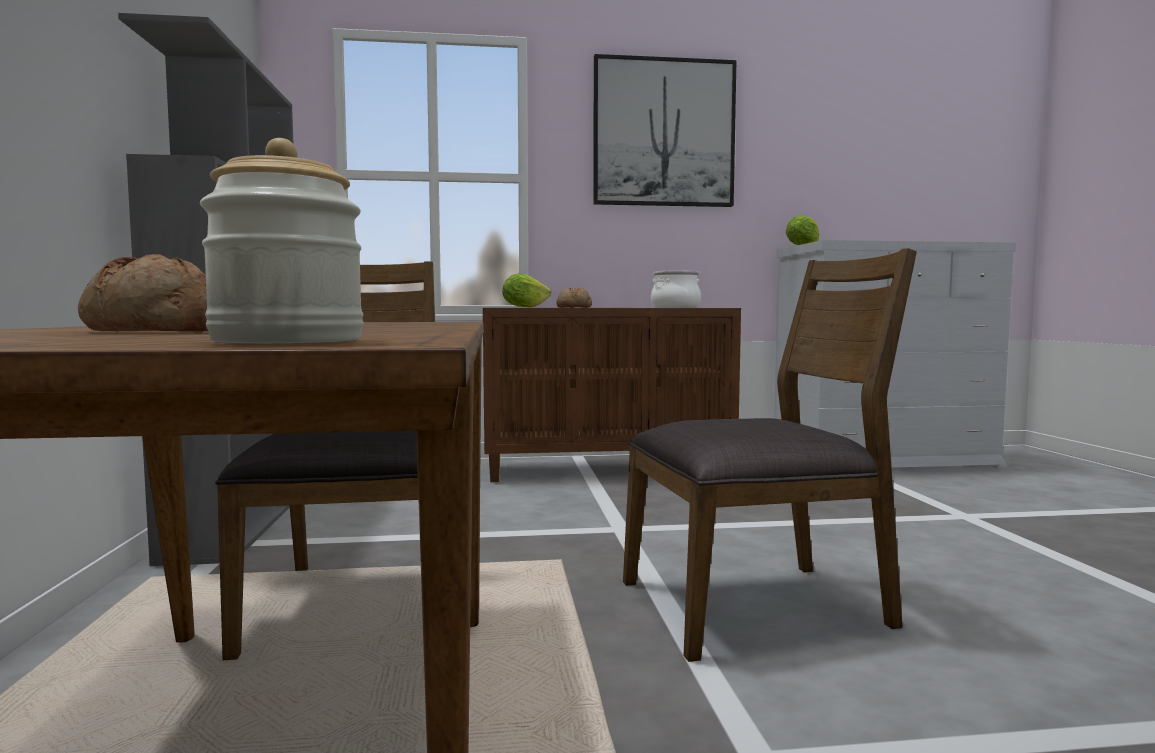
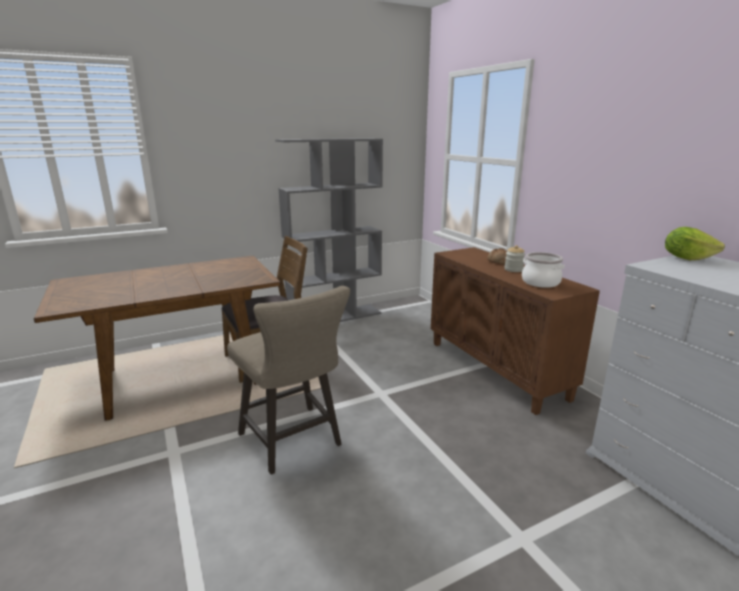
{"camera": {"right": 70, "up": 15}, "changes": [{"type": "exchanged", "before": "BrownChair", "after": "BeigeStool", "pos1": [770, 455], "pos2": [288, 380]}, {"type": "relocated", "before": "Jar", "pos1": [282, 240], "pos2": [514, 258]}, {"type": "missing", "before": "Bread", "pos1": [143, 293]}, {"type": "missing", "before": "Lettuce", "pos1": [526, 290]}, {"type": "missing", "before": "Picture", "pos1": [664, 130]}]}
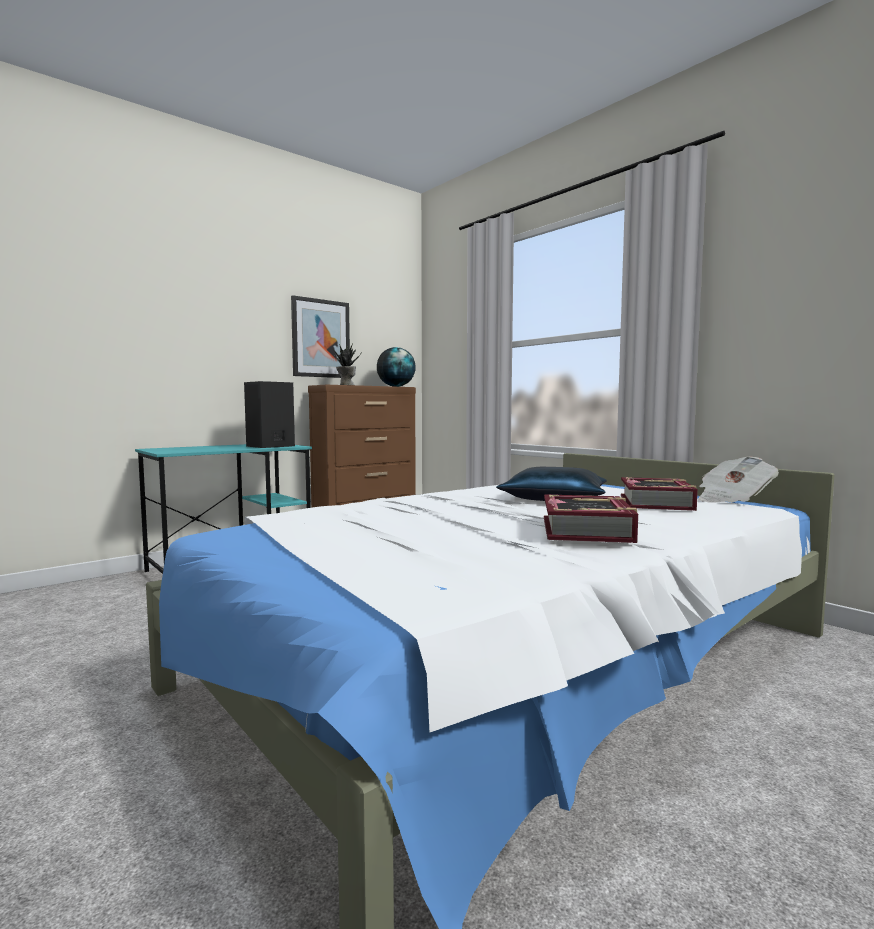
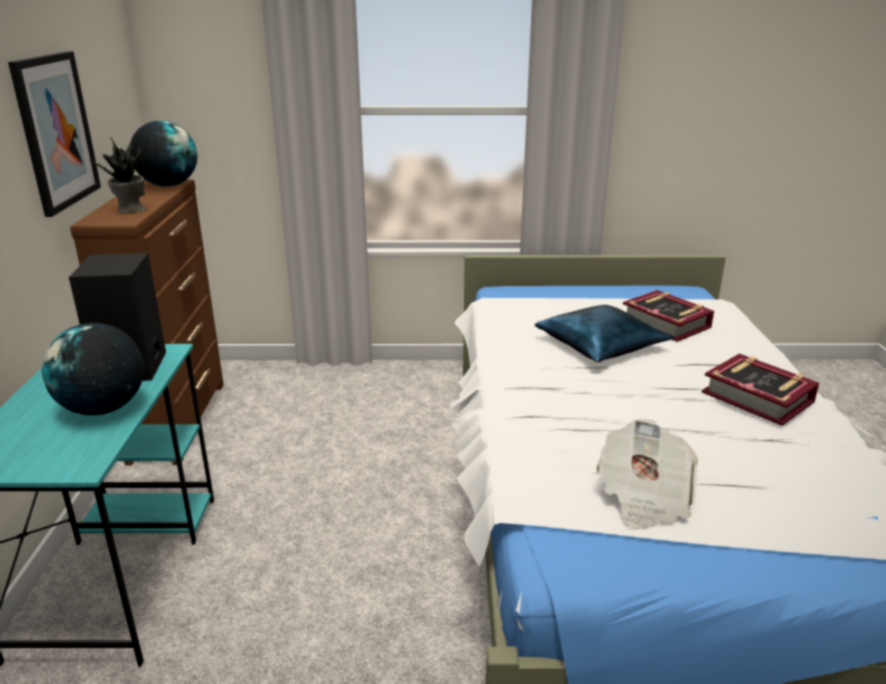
{"camera": {"right": -50, "up": 20}, "changes": [{"type": "appeared", "after": "Globe", "pos2": [93, 369]}, {"type": "relocated", "before": "Newspaper", "pos1": [739, 480], "pos2": [647, 474]}]}
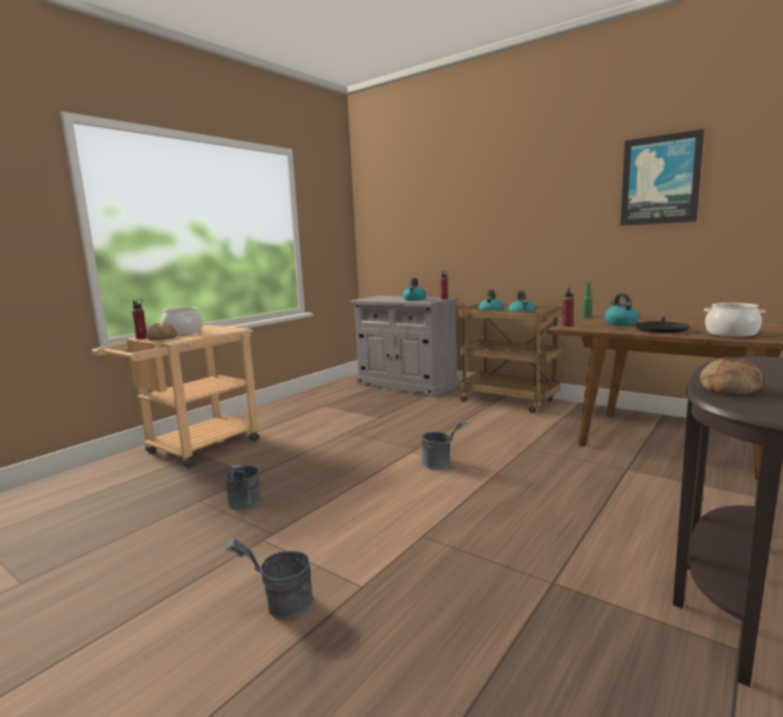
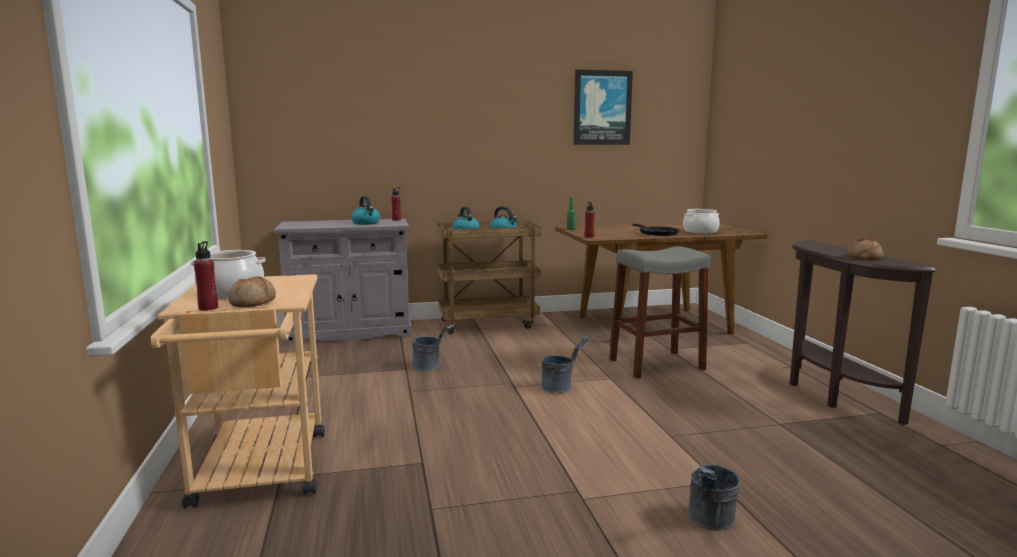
{"camera": {"right": -50, "up": 0}, "changes": [{"type": "relocated", "before": "GreyBucket", "pos1": [242, 487], "pos2": [433, 348]}, {"type": "appeared", "after": "GreyStool", "pos2": [660, 312]}, {"type": "missing", "before": "Kettle", "pos1": [621, 309]}]}
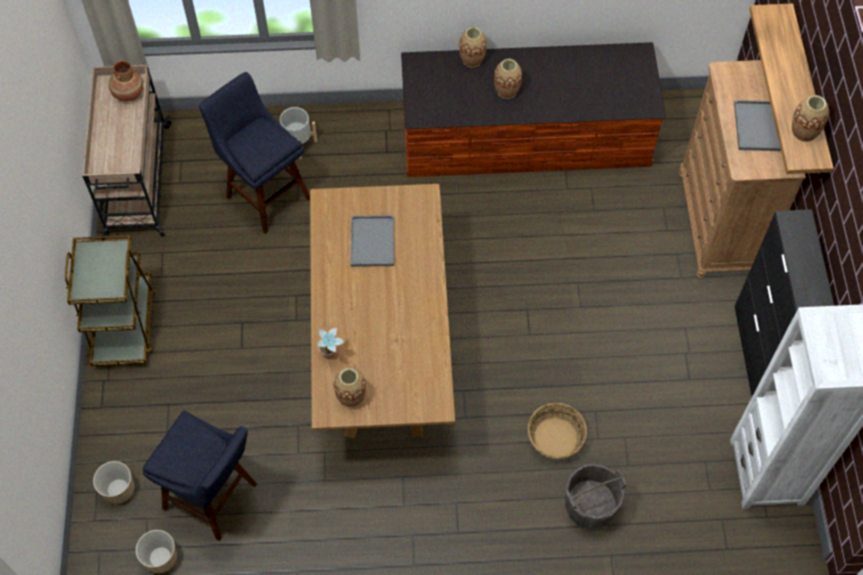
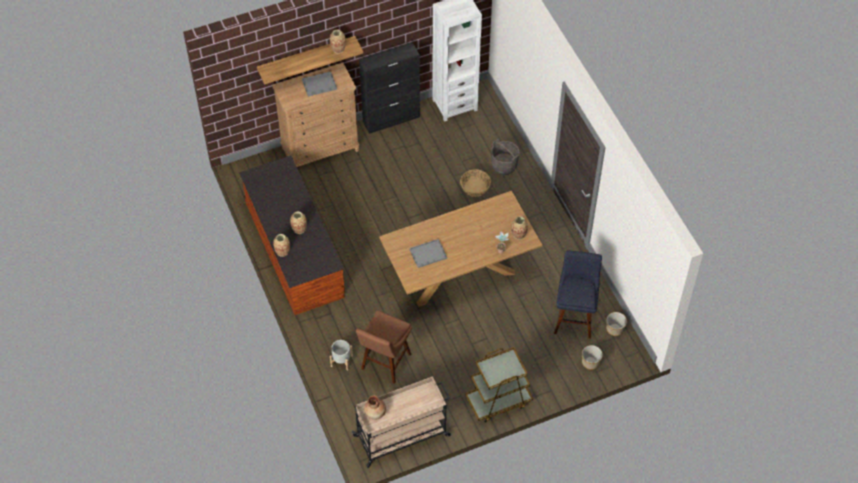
{"camera": {"right": -110, "up": -5}, "changes": [{"type": "colour", "before": "BlueStool", "after": "BrownStool", "pos1": [254, 153], "pos2": [384, 347]}]}
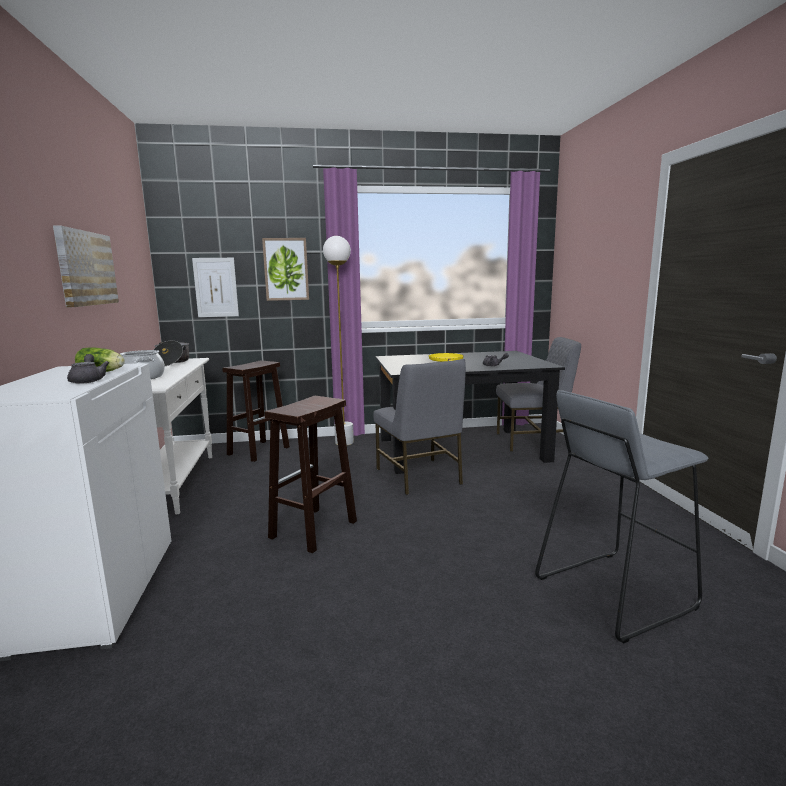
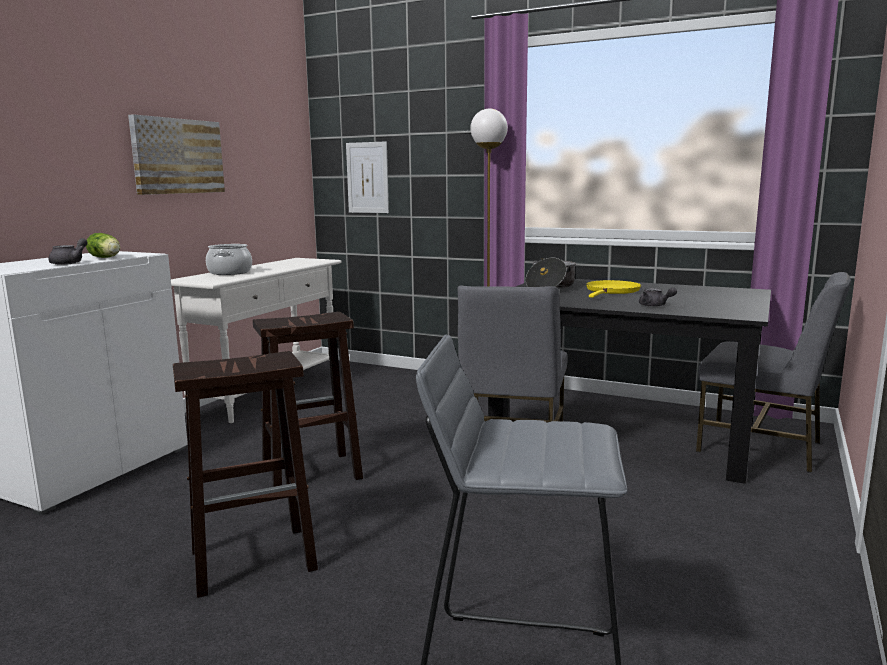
{"camera": {"right": 35, "up": 0}, "changes": [{"type": "relocated", "before": "BrownStool", "pos1": [256, 411], "pos2": [245, 474]}, {"type": "relocated", "before": "CookingPot", "pos1": [171, 353], "pos2": [550, 273]}, {"type": "missing", "before": "Picture", "pos1": [285, 269]}]}
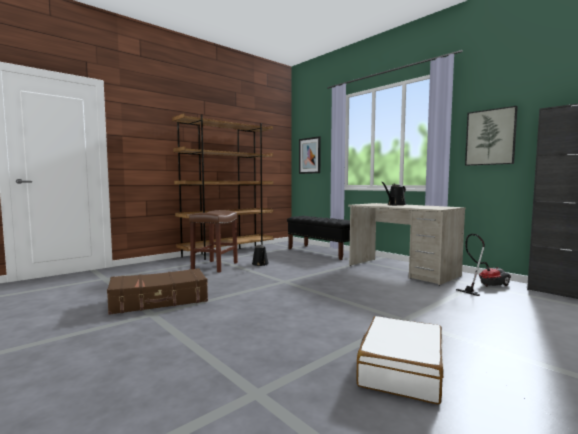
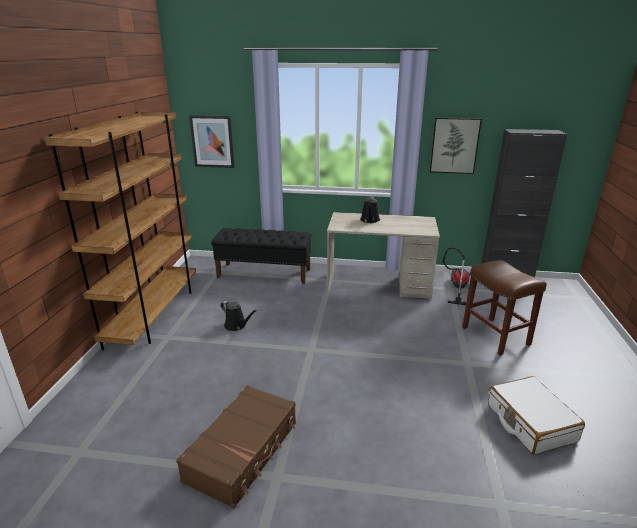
{"camera": {"right": -40, "up": 20}, "changes": [{"type": "relocated", "before": "BrownStool", "pos1": [213, 241], "pos2": [504, 308]}]}
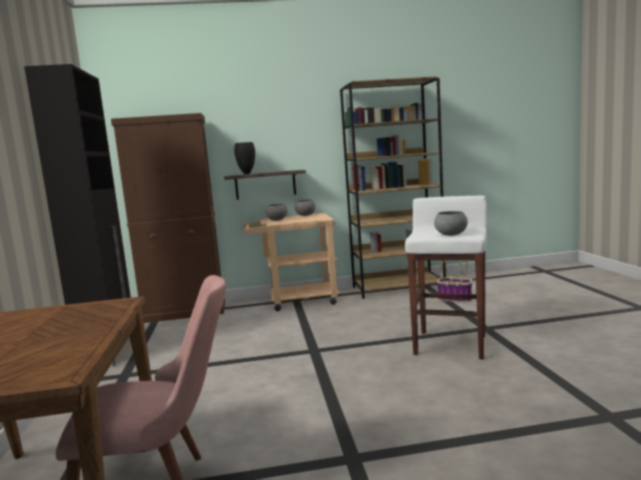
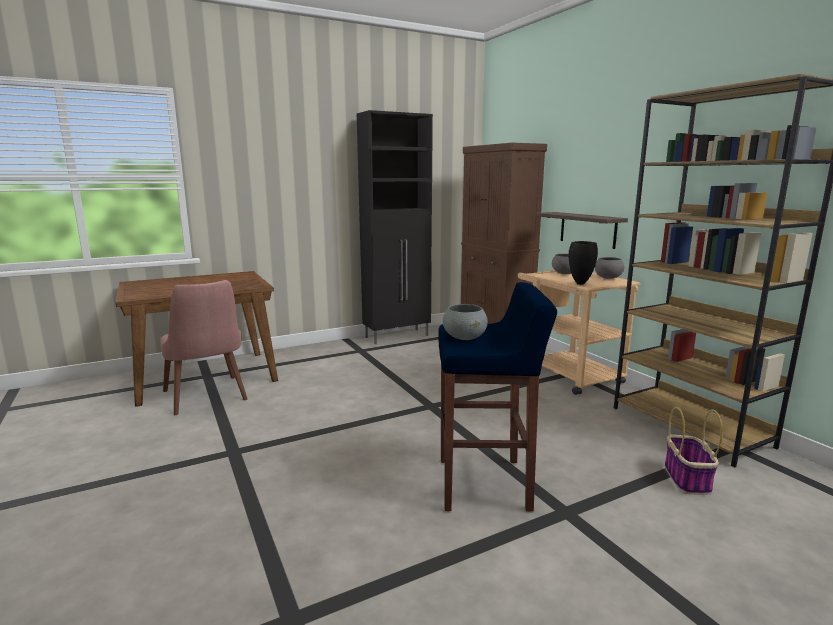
{"camera": {"right": 70, "up": 5}, "changes": [{"type": "colour", "before": "WhiteStool", "after": "BlueStool", "pos1": [446, 277], "pos2": [498, 397]}, {"type": "relocated", "before": "BlackVase", "pos1": [244, 158], "pos2": [583, 263]}]}
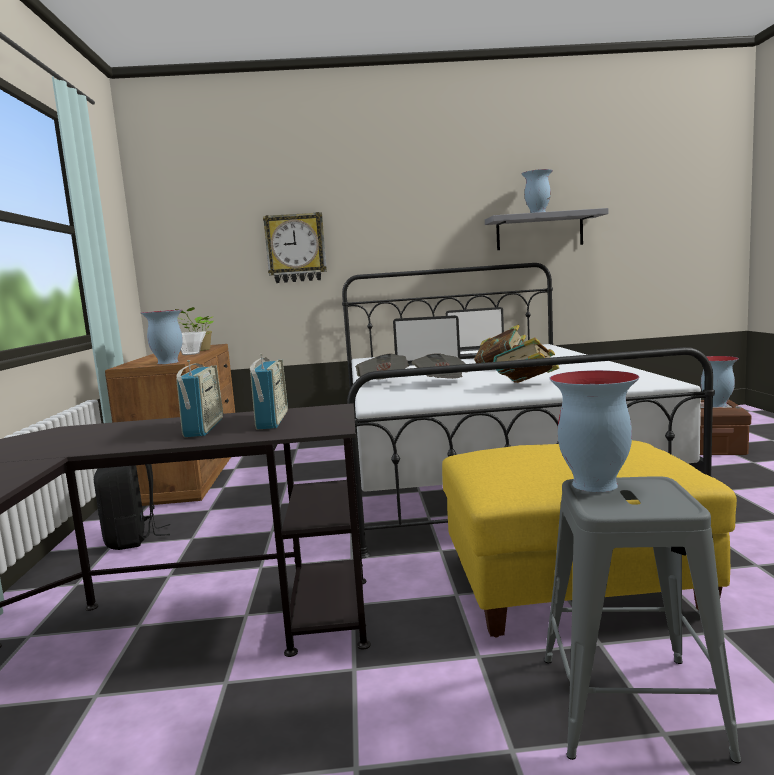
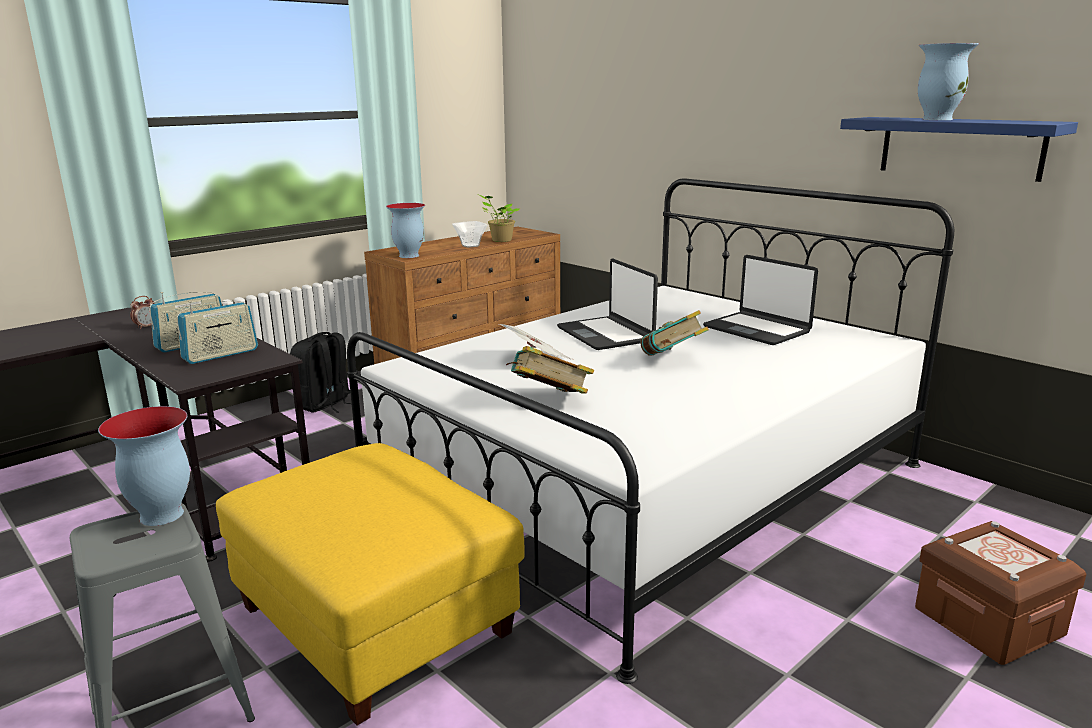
{"camera": {"right": 50, "up": 10}, "changes": [{"type": "appeared", "after": "AlarmClock", "pos2": [142, 312]}, {"type": "colour", "before": "GreyShelf", "after": "BlueShelf", "pos1": [546, 229], "pos2": [959, 149]}, {"type": "missing", "before": "WallClock", "pos1": [295, 247]}, {"type": "missing", "before": "Newspaper", "pos1": [382, 367]}, {"type": "missing", "before": "Vase", "pos1": [720, 381]}]}
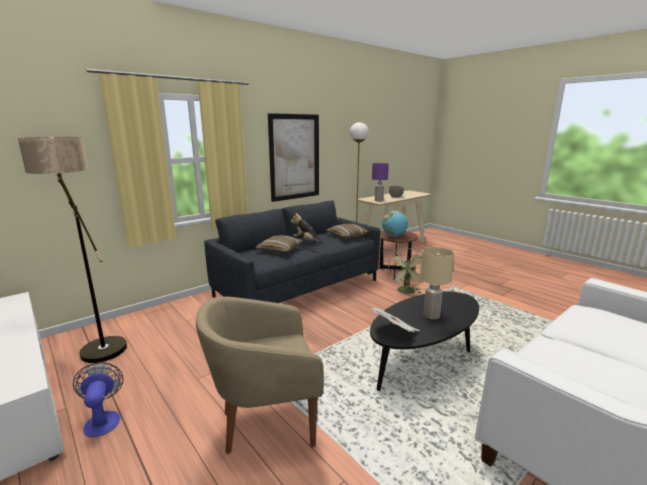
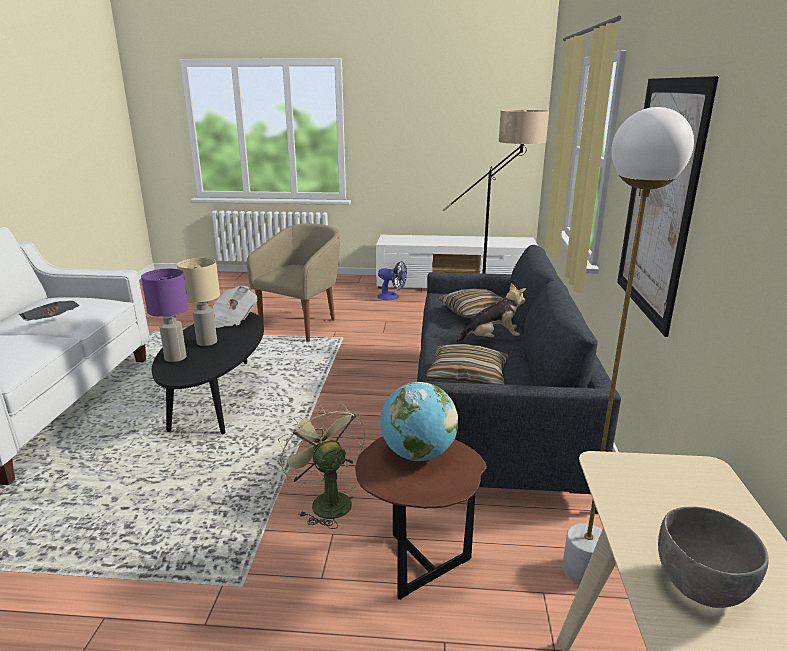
{"camera": {"right": 135, "up": 5}, "changes": [{"type": "appeared", "after": "Newspaper", "pos2": [49, 311]}, {"type": "relocated", "before": "PurpleTableLamp", "pos1": [380, 182], "pos2": [164, 315]}]}
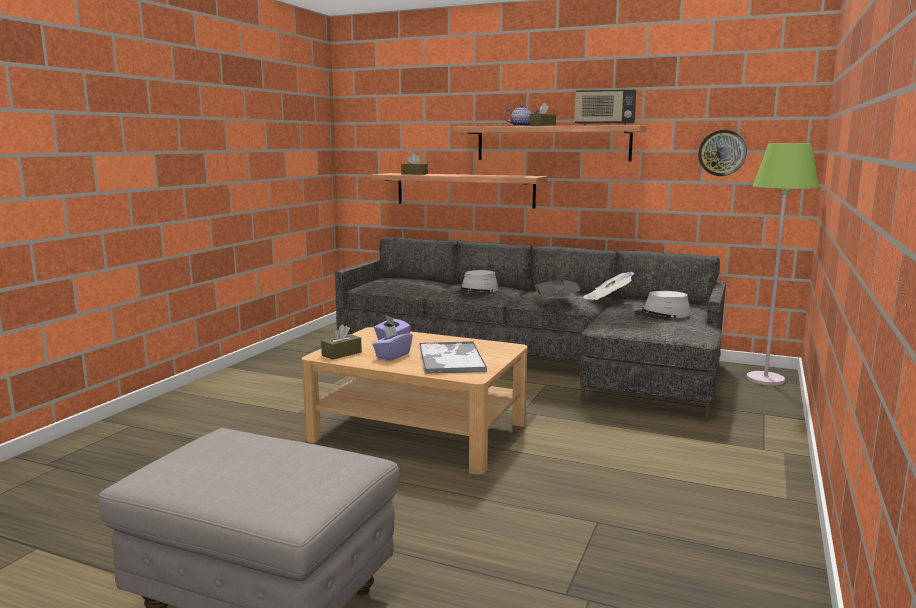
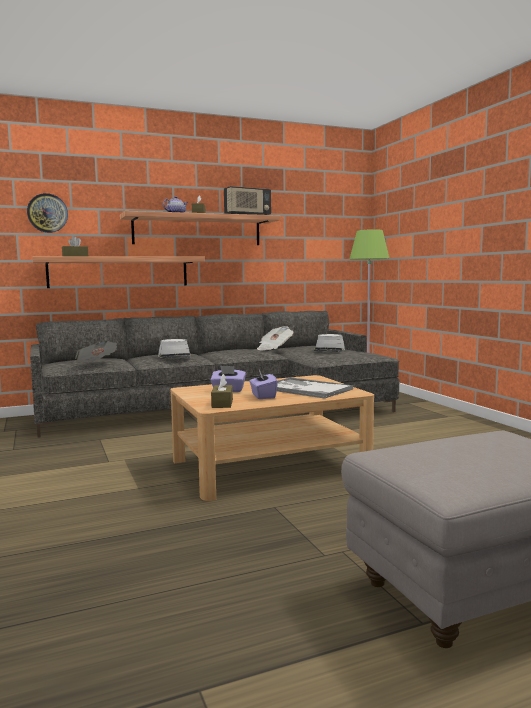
{"camera": {"right": -45, "up": -5}, "changes": [{"type": "relocated", "before": "WallClock", "pos1": [722, 153], "pos2": [47, 213]}, {"type": "relocated", "before": "Newspaper", "pos1": [557, 288], "pos2": [96, 351]}]}
